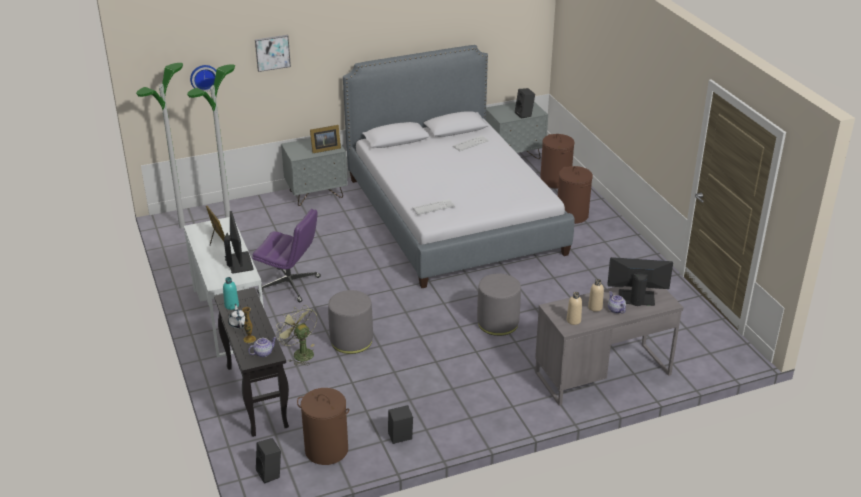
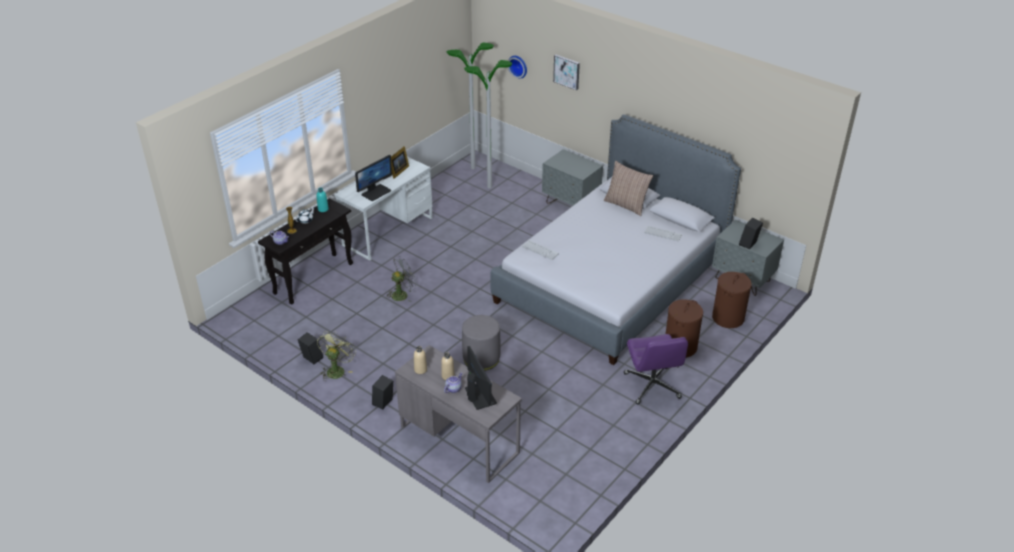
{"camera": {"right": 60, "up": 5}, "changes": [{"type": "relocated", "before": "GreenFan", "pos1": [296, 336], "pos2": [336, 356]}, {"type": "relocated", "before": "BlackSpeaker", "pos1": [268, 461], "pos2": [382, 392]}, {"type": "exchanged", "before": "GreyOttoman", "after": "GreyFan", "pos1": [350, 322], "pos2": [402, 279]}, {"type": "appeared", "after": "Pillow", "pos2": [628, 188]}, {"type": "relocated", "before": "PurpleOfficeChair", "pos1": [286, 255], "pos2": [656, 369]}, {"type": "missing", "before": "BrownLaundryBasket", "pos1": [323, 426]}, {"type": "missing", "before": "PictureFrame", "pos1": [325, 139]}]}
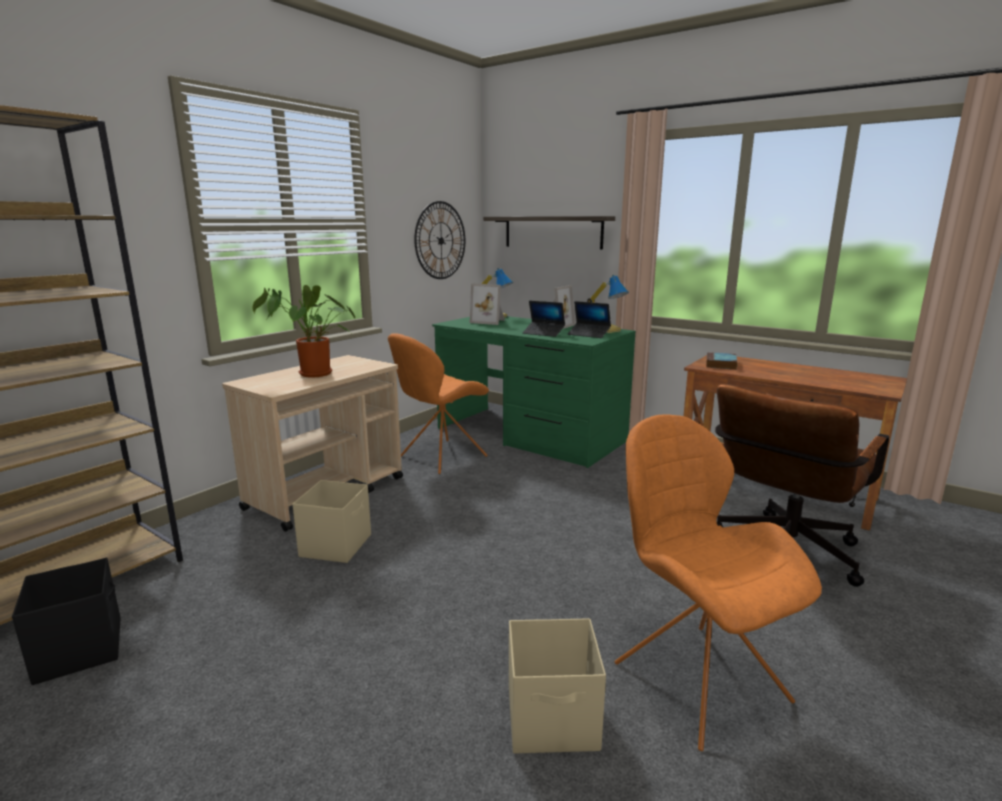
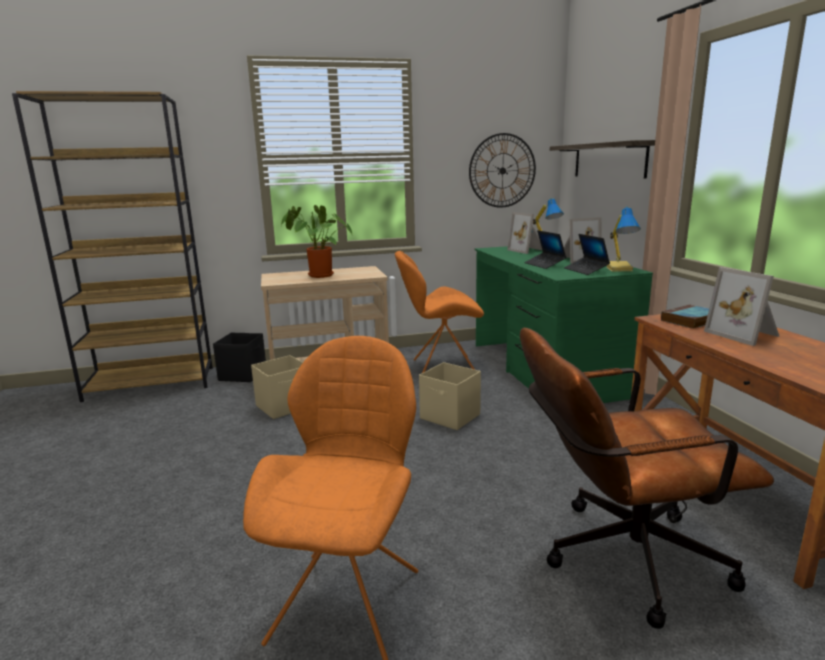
{"camera": {"right": 40, "up": 0}, "changes": [{"type": "relocated", "before": "BlackStorageBox", "pos1": [66, 621], "pos2": [239, 357]}, {"type": "relocated", "before": "BeigeStorageBox", "pos1": [557, 685], "pos2": [450, 396]}, {"type": "appeared", "after": "PictureFrame", "pos2": [742, 306]}]}
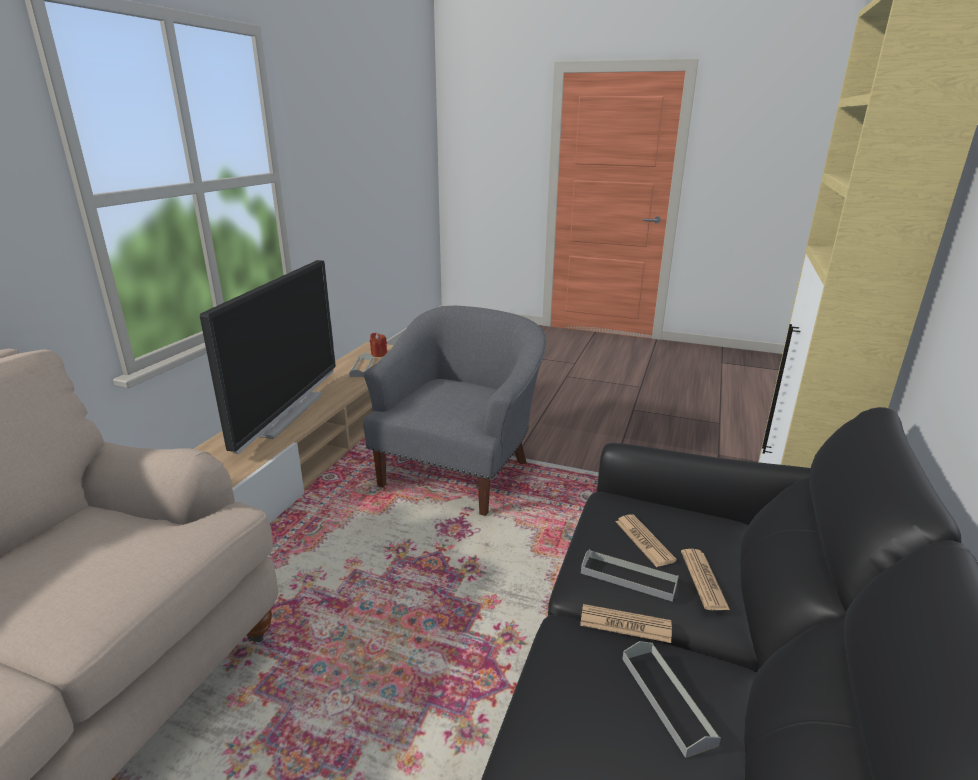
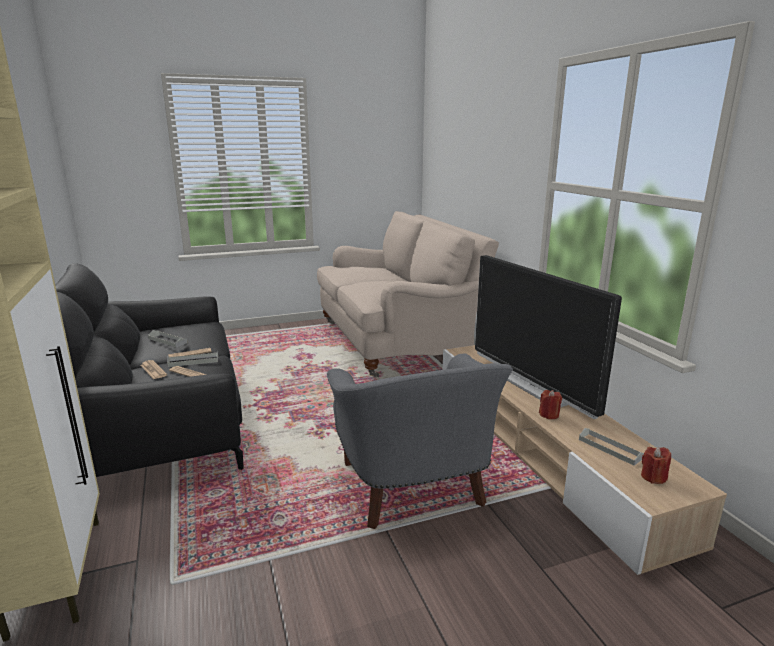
{"camera": {"right": 140, "up": -5}, "changes": [{"type": "appeared", "after": "RedCandle", "pos2": [550, 404]}]}
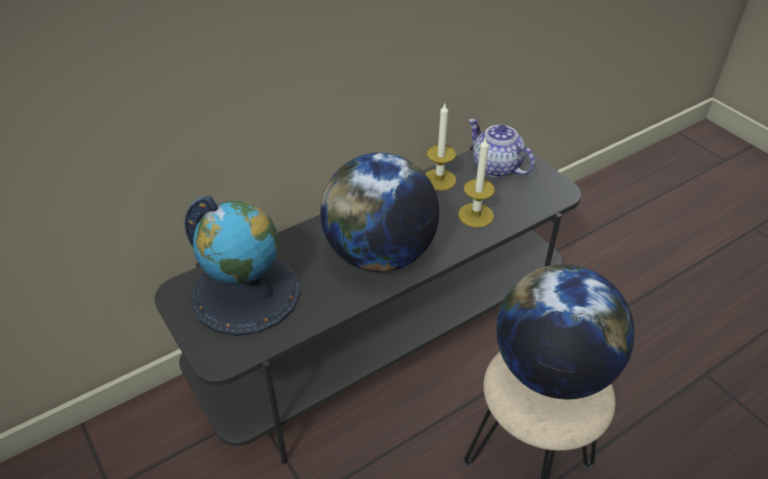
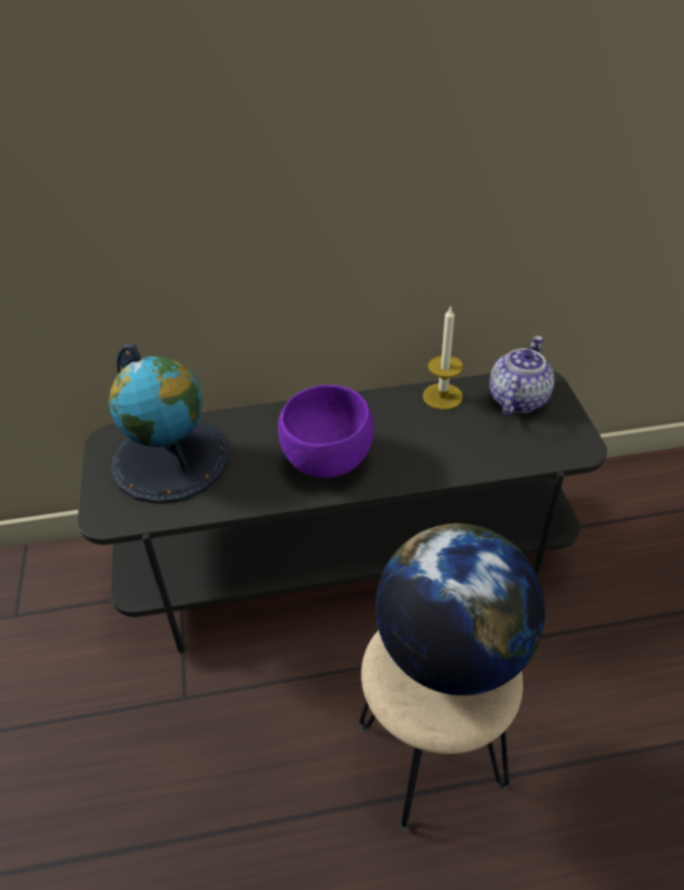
{"camera": {"right": 25, "up": 0}, "changes": [{"type": "exchanged", "before": "Globe", "after": "PurpleBowl", "pos1": [379, 212], "pos2": [326, 431]}, {"type": "spun", "before": "Teapot", "pos1": [501, 148], "pos2": [522, 376], "turn": 45}, {"type": "missing", "before": "Candle", "pos1": [476, 182]}]}
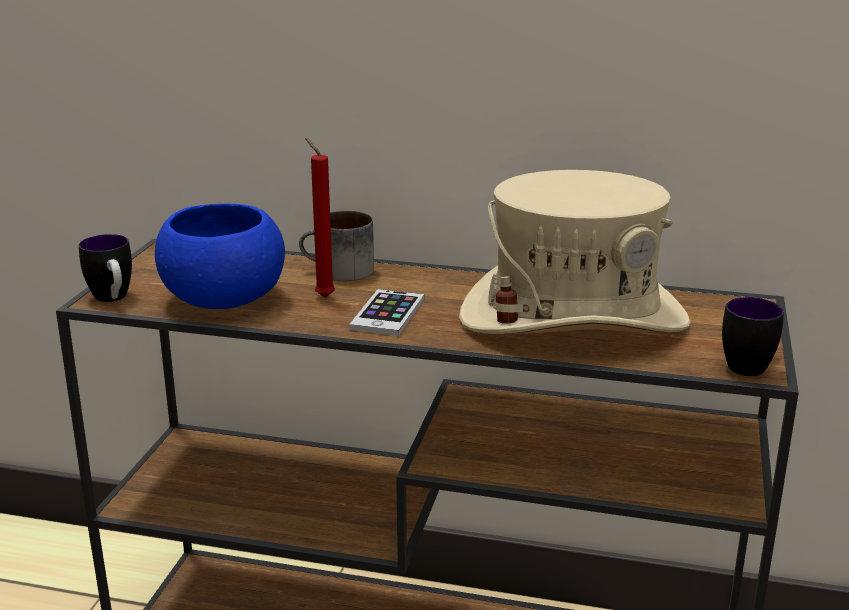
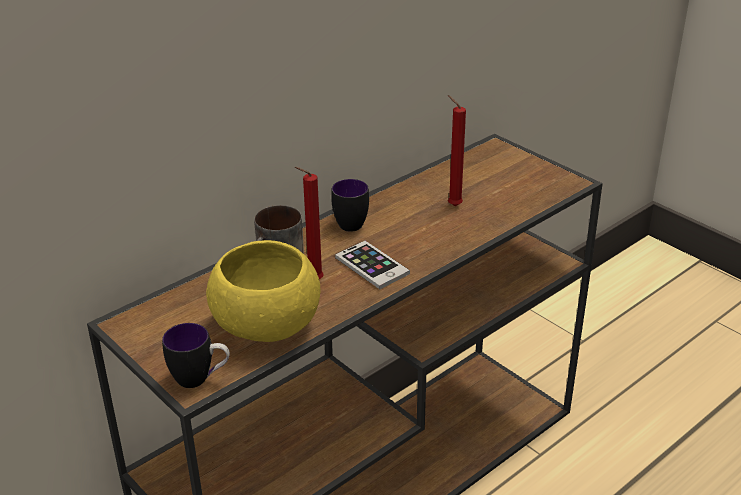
{"camera": {"right": -55, "up": 10}, "changes": [{"type": "colour", "before": "BlueBowl", "after": "YellowBowl", "pos1": [220, 256], "pos2": [263, 291]}, {"type": "relocated", "before": "Mug", "pos1": [753, 336], "pos2": [350, 205]}, {"type": "exchanged", "before": "BeigeHat", "after": "RedCandle", "pos1": [575, 252], "pos2": [457, 150]}]}
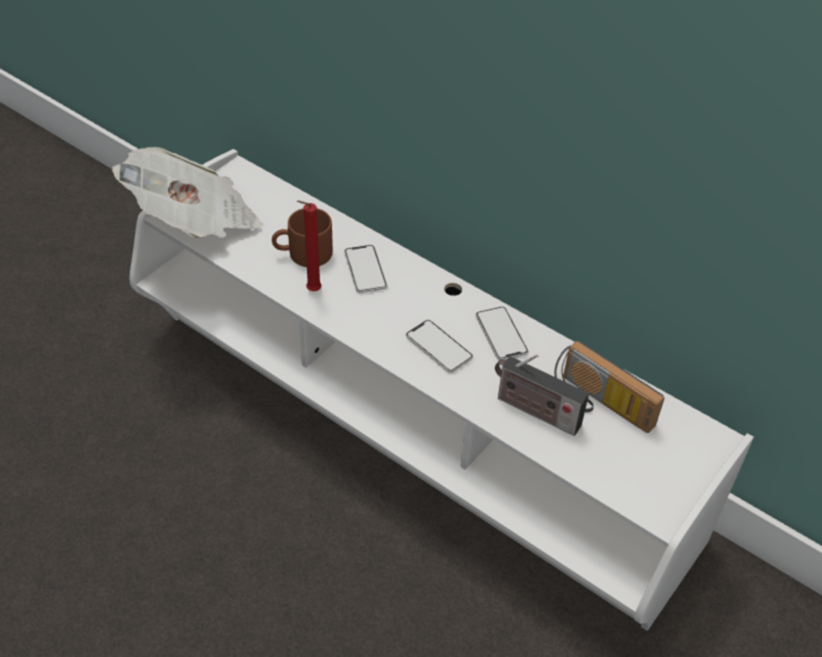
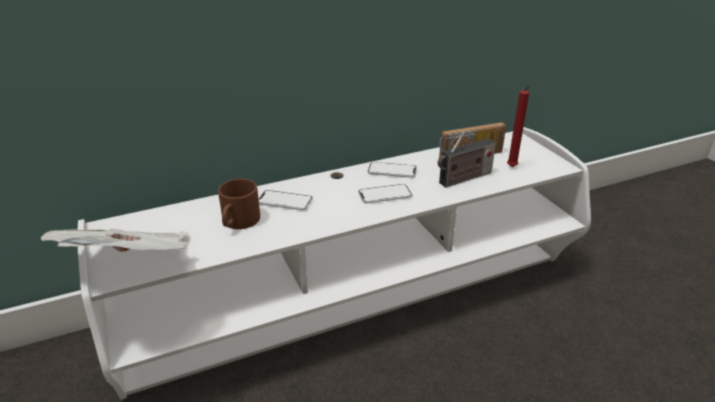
{"camera": {"right": -60, "up": -15}, "changes": [{"type": "relocated", "before": "RedCandle", "pos1": [309, 245], "pos2": [518, 126]}]}
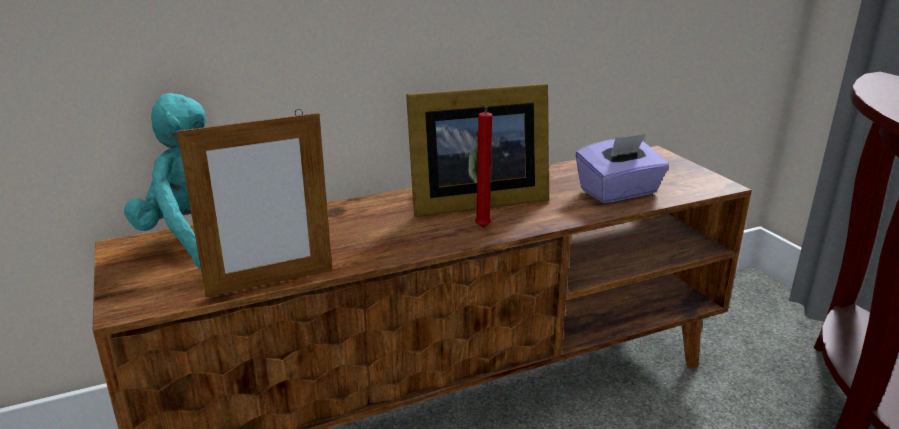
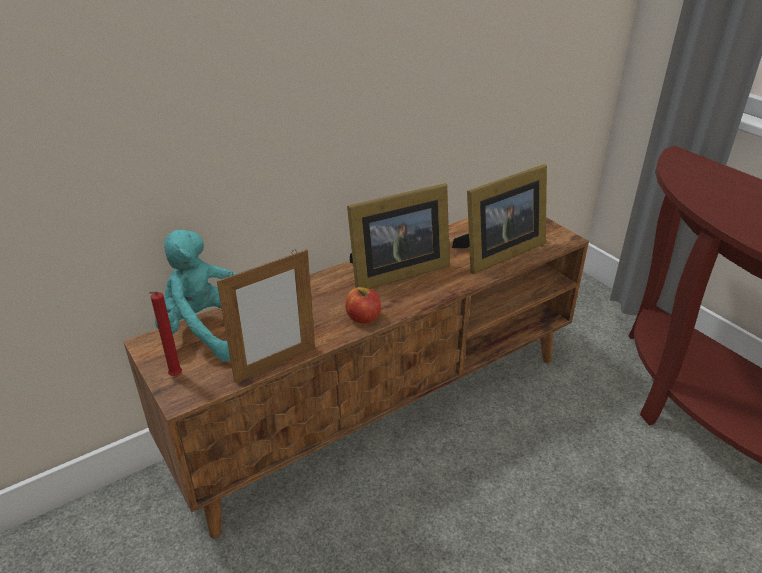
{"camera": {"right": -10, "up": 10}, "changes": [{"type": "relocated", "before": "RedCandle", "pos1": [484, 165], "pos2": [165, 333]}, {"type": "appeared", "after": "Apple", "pos2": [363, 305]}, {"type": "exchanged", "before": "PurpleTissueBox", "after": "PictureFrame", "pos1": [622, 168], "pos2": [499, 219]}]}
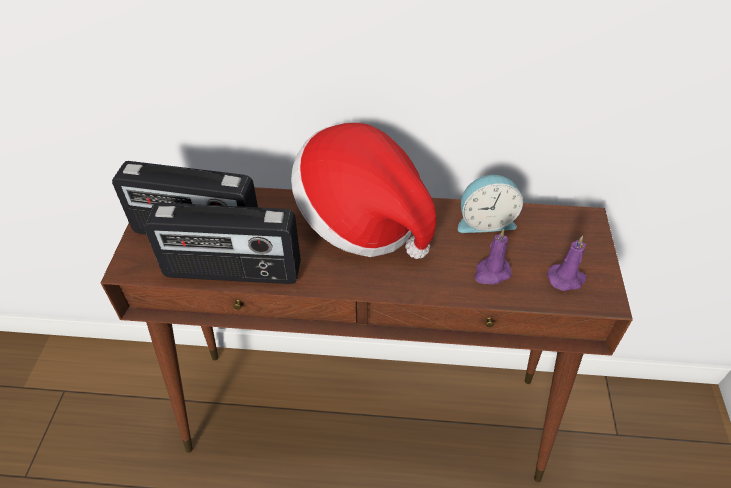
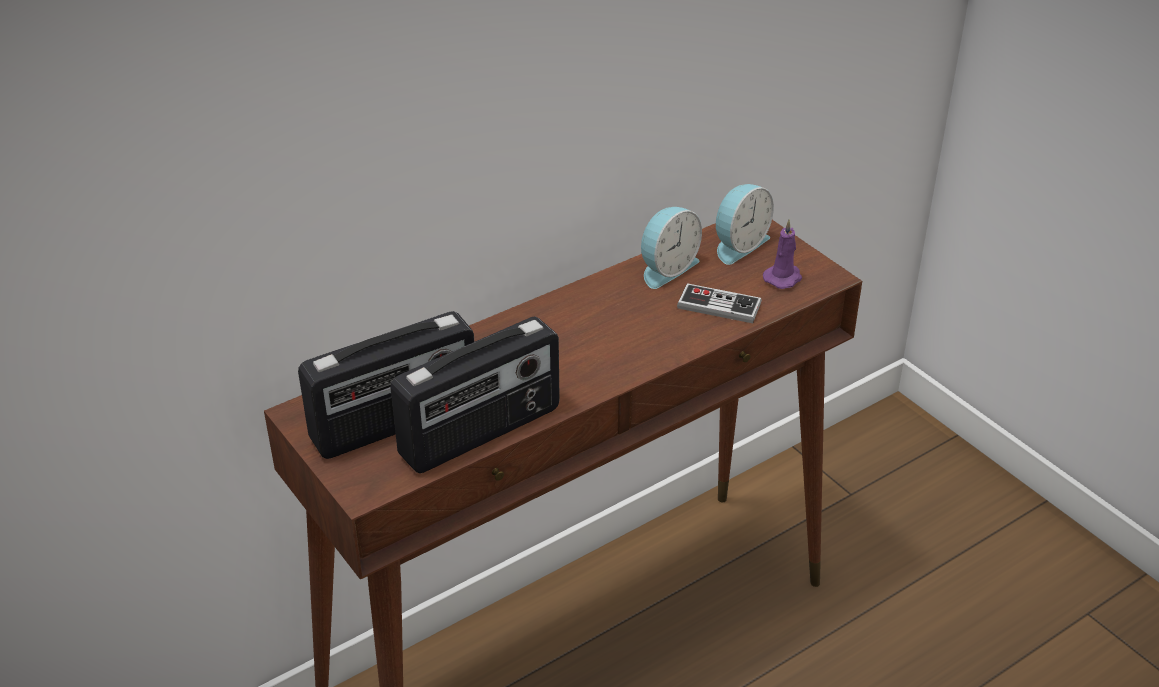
{"camera": {"right": -40, "up": -10}, "changes": [{"type": "exchanged", "before": "PurpleCandle", "after": "GameController", "pos1": [493, 257], "pos2": [719, 303]}, {"type": "appeared", "after": "AlarmClock", "pos2": [745, 224]}, {"type": "missing", "before": "Hat", "pos1": [363, 191]}]}
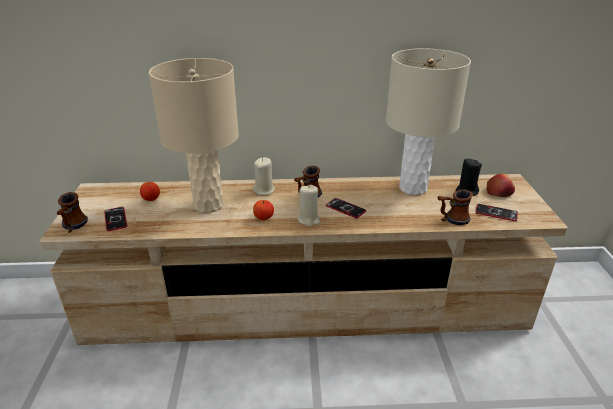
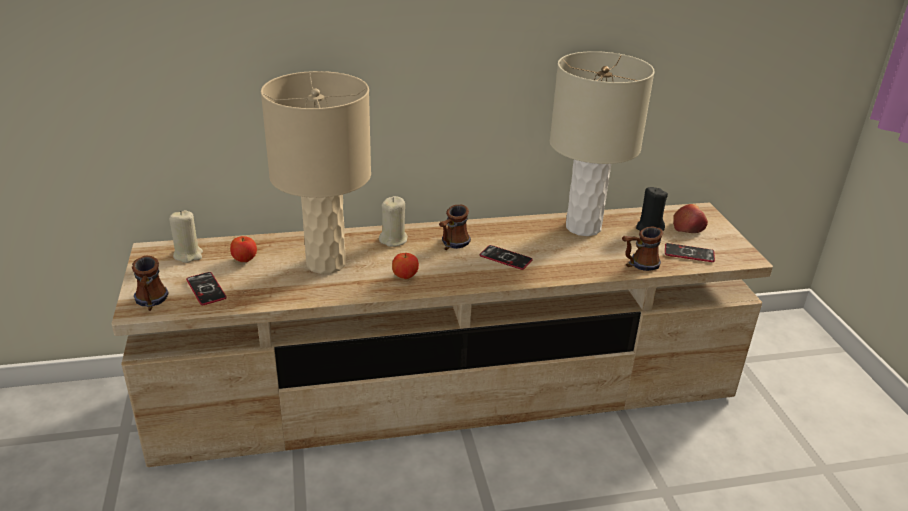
{"camera": {"right": -10, "up": 0}, "changes": [{"type": "relocated", "before": "BeigeCandle", "pos1": [309, 205], "pos2": [186, 236]}]}
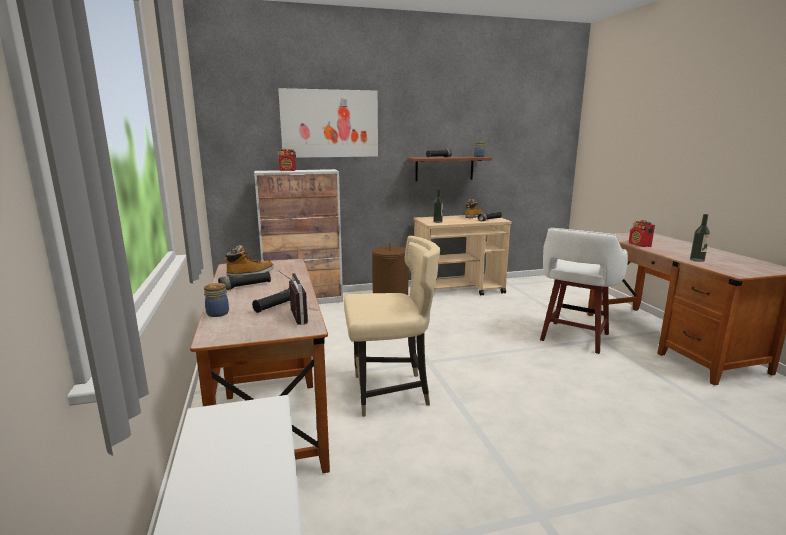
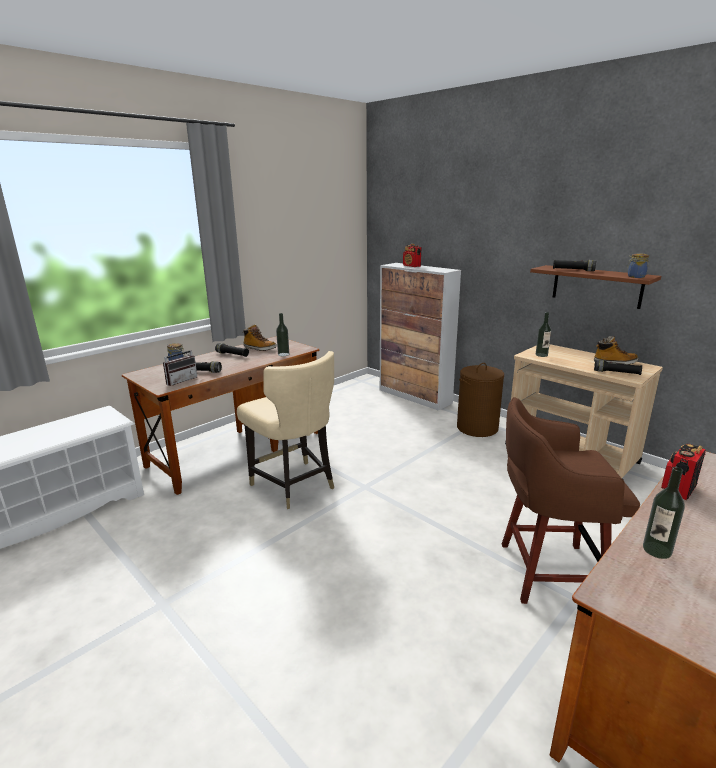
{"camera": {"right": 60, "up": 5}, "changes": [{"type": "appeared", "after": "Bottle", "pos2": [282, 334]}, {"type": "colour", "before": "WhiteStool", "after": "BrownStool", "pos1": [584, 291], "pos2": [571, 500]}, {"type": "missing", "before": "Picture", "pos1": [328, 123]}]}
